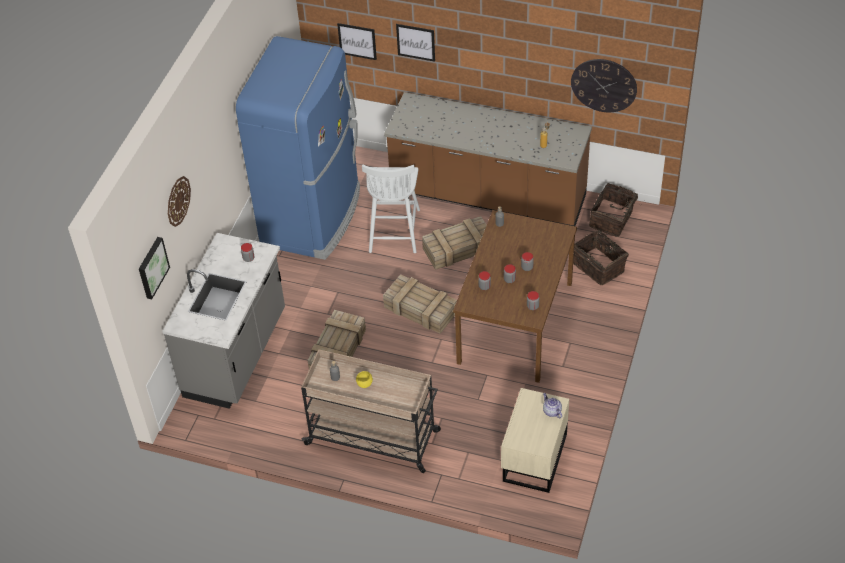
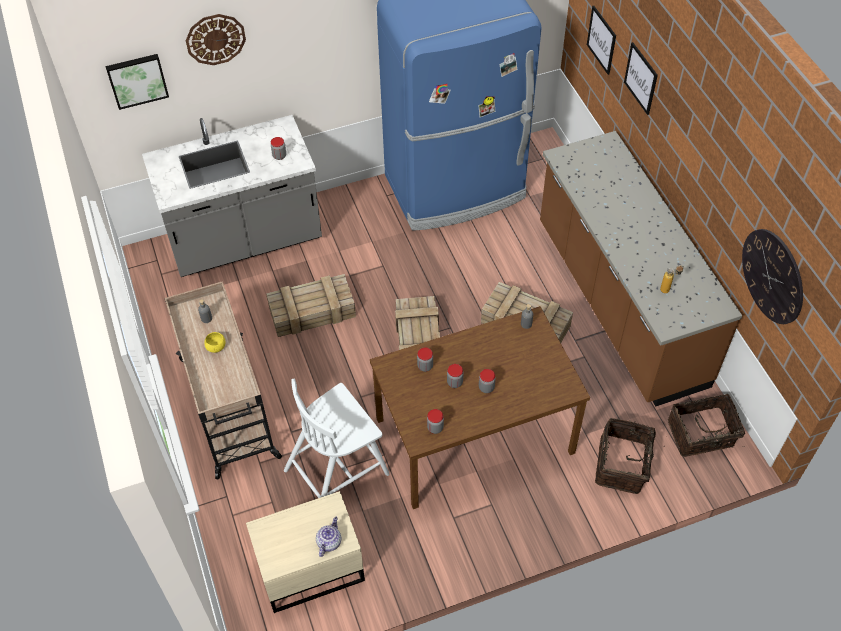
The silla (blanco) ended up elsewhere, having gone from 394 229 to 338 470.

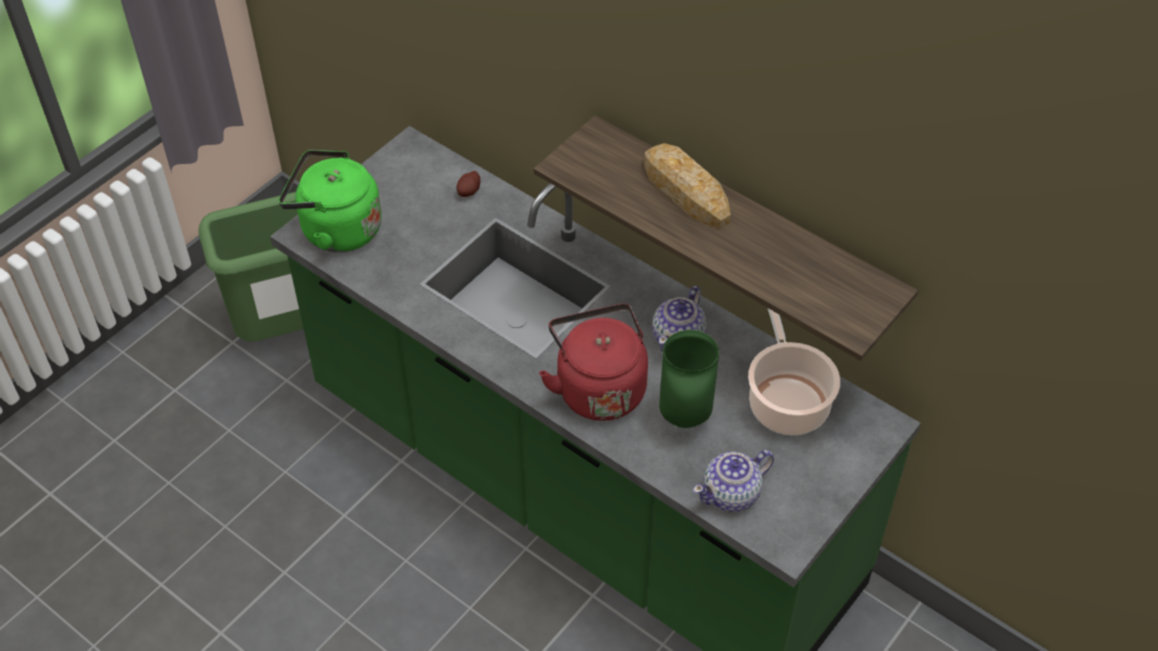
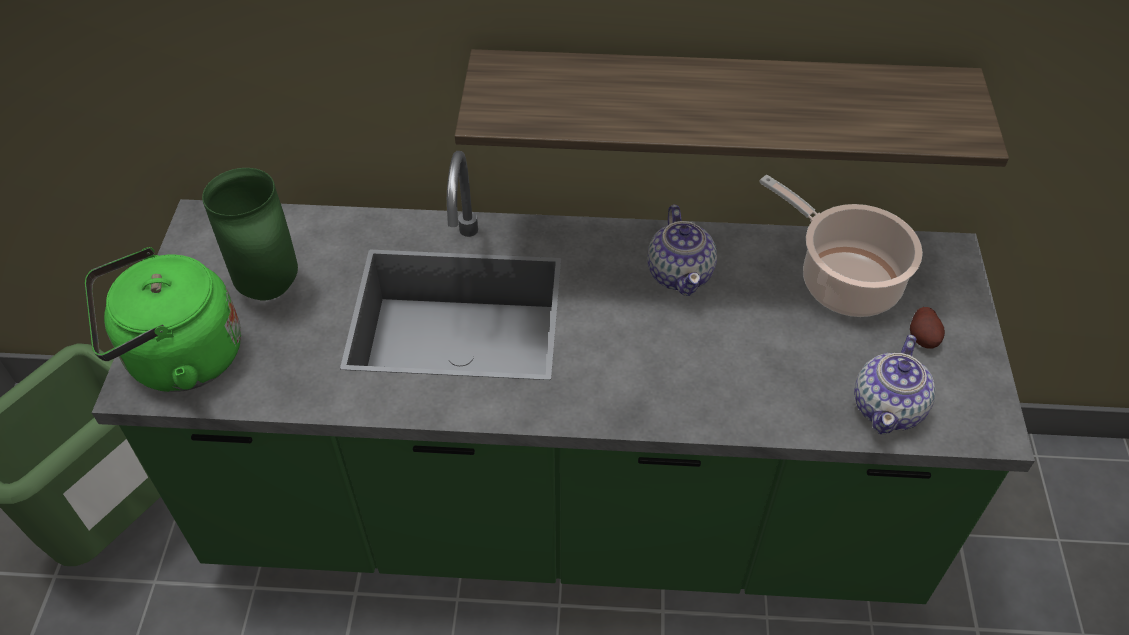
The patata ended up elsewhere, having gone from 469 191 to 923 338.
The second view lost the hervidor (rojo) at 598 387.
The second view lost the pan at 685 191.
The florero (verde) ended up elsewhere, having gone from 686 418 to 272 288.

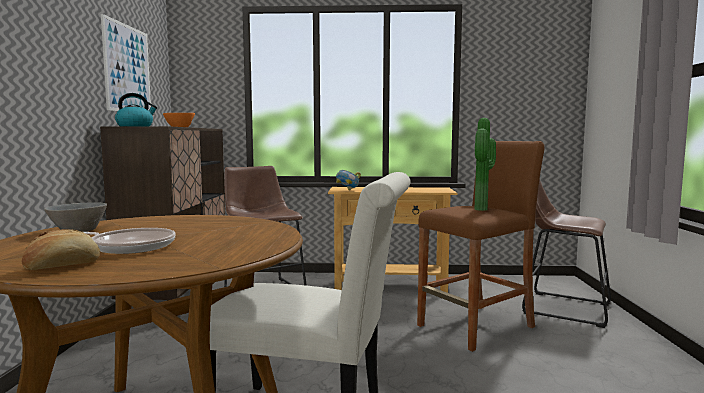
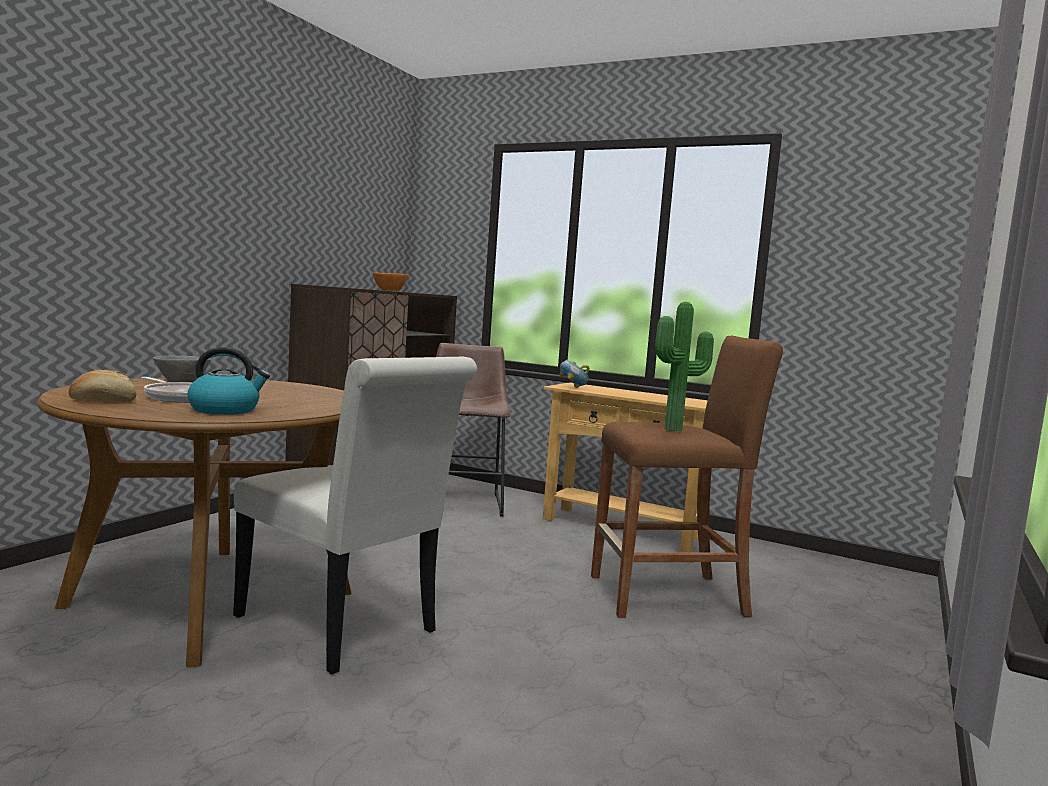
The second view lost the cuadro at 127 69.
The hervidor ended up elsewhere, having gone from 135 126 to 225 410.
The second view lost the taburete (marrón) at 560 307.

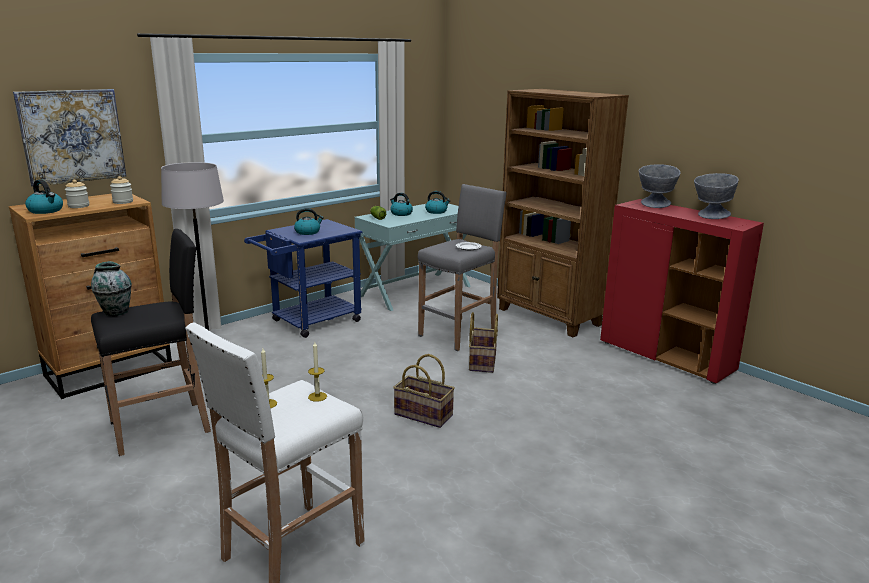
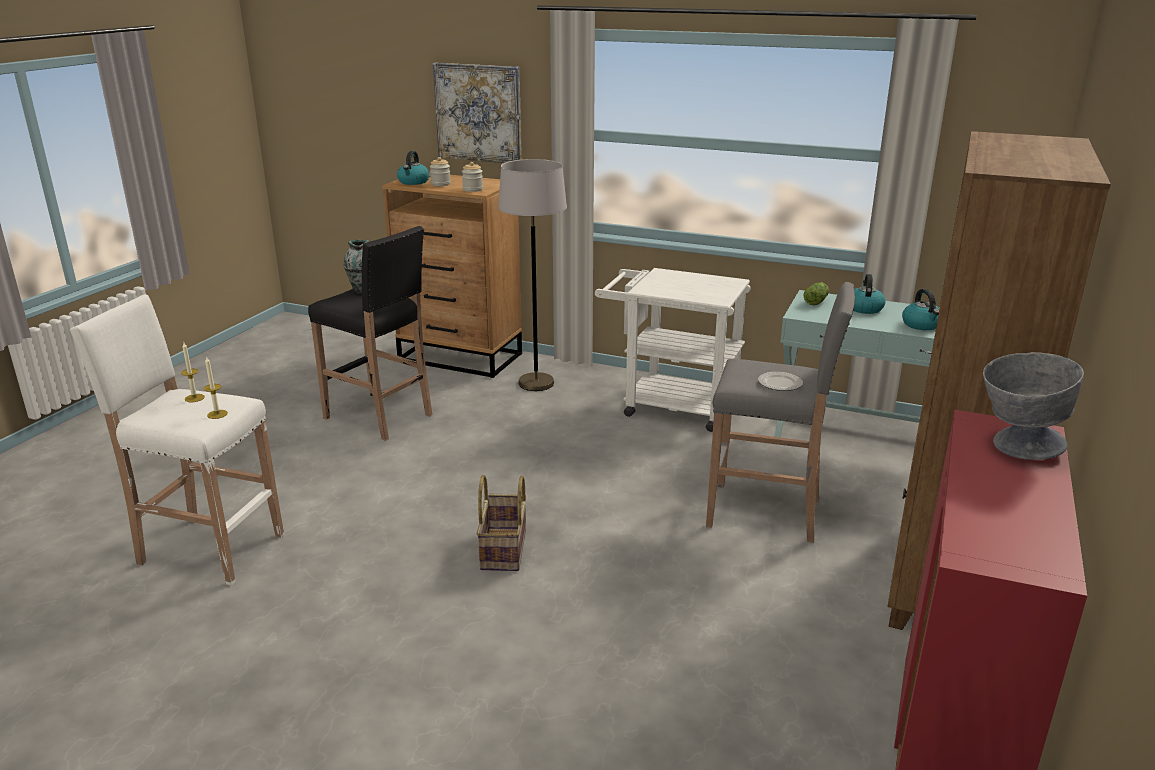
What was the carrito (azul) at 310 322 turned into the carrito (blanco) at 670 405.
The second view lost the hervidor at 308 232.
The second view lost the cesta at 481 361.
The second view lost the cuenco (gris) at 710 217.

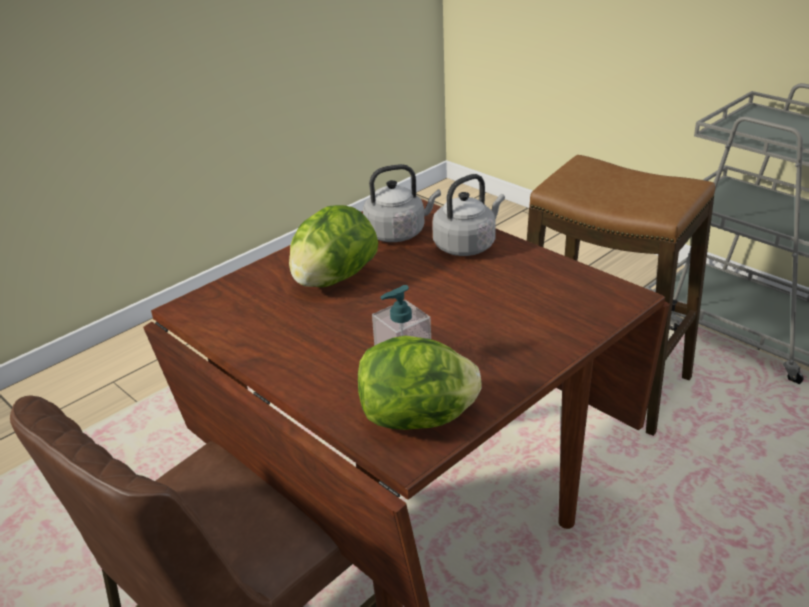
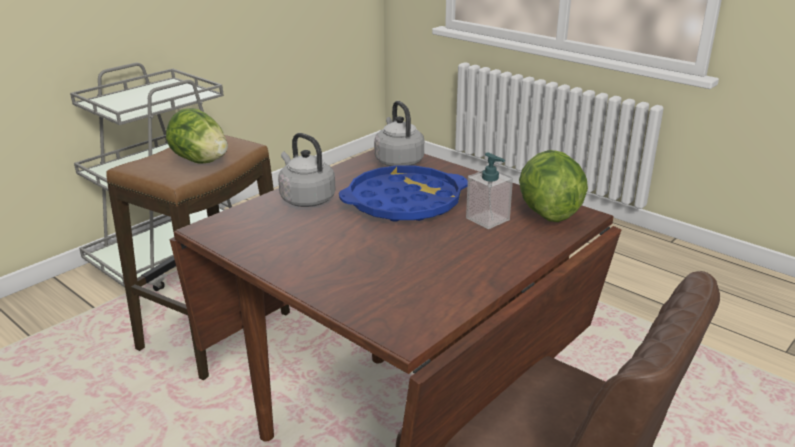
The lechuga ended up elsewhere, having gone from 334 279 to 200 161.
The hervidor (gris) ended up elsewhere, having gone from 398 233 to 398 161.
The second view gained the bandeja (azul) at 404 203.

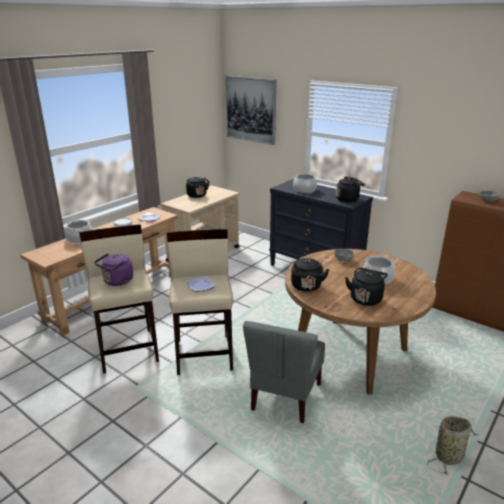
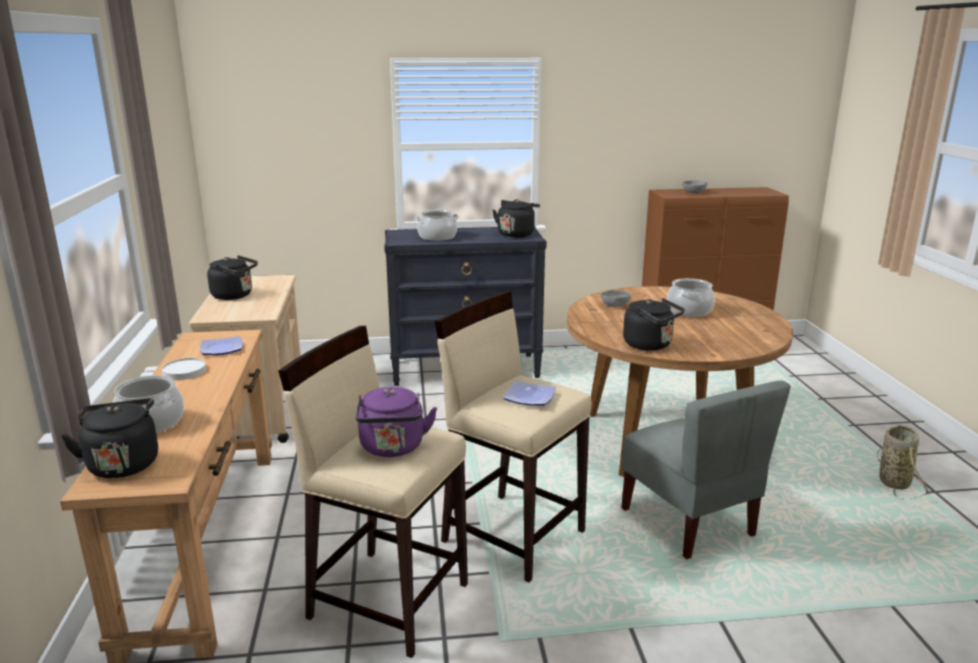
The second view lost the cuadro at 251 109.
The hervidor (negro) ended up elsewhere, having gone from 366 298 to 123 463.

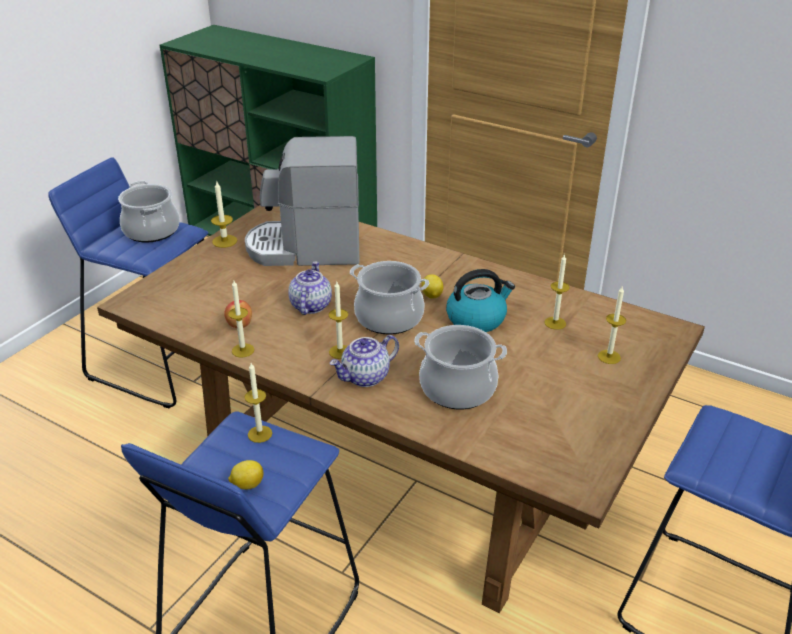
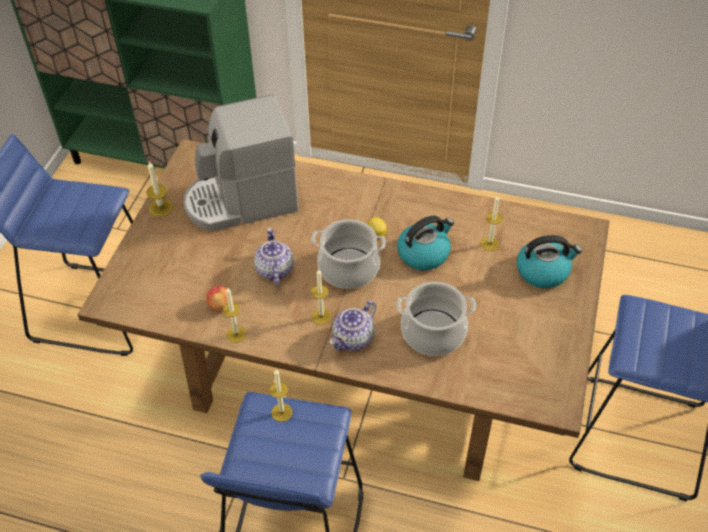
The second view lost the olla at 151 231.
The second view lost the limón at 247 484.
Where the vela stood at 609 357, the hervidor came to stand at 543 271.

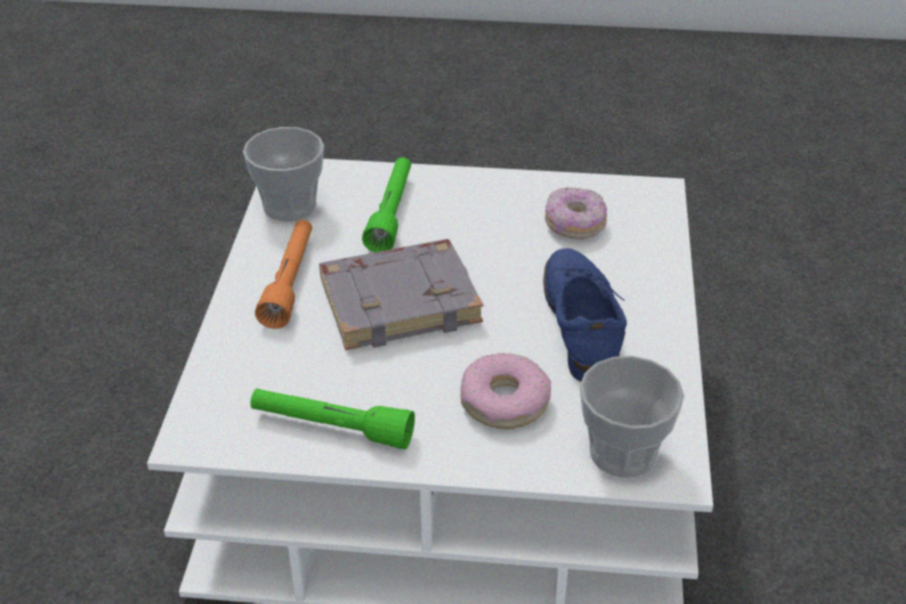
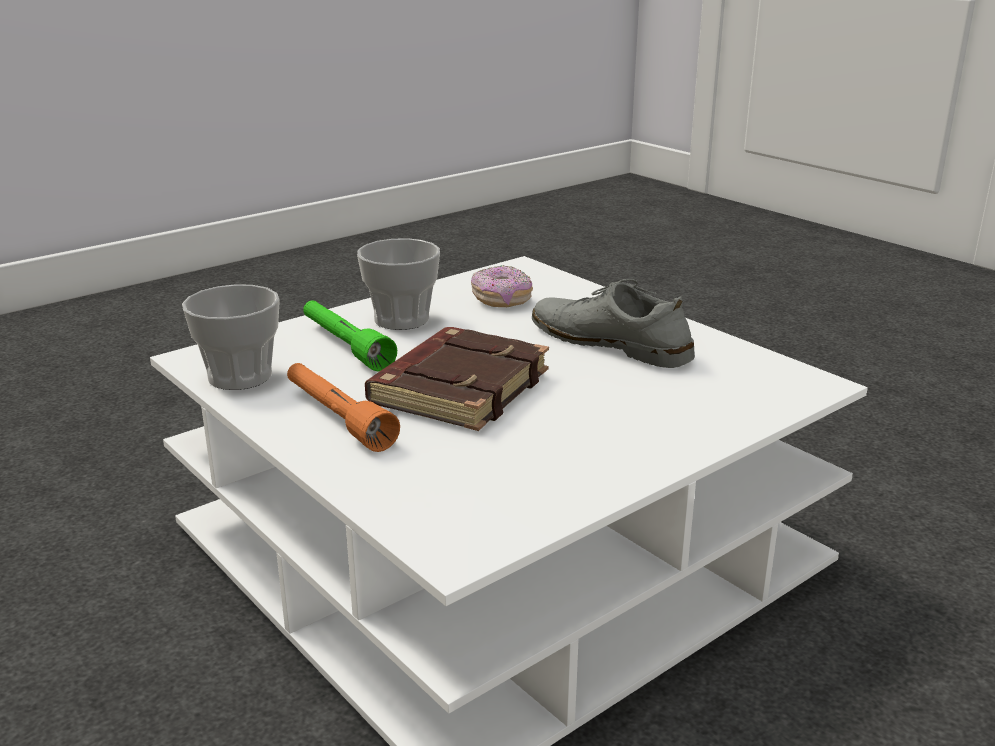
The second view lost the linterna (verde) at 332 427.
What was the libro (gris) at 400 301 turned into the libro (marrón) at 458 388.
The second view lost the rosquilla at 504 401.
What was the zapato (azul) at 581 322 turned into the zapato (gris) at 610 343.
The taza ended up elsewhere, having gone from 623 453 to 401 319.

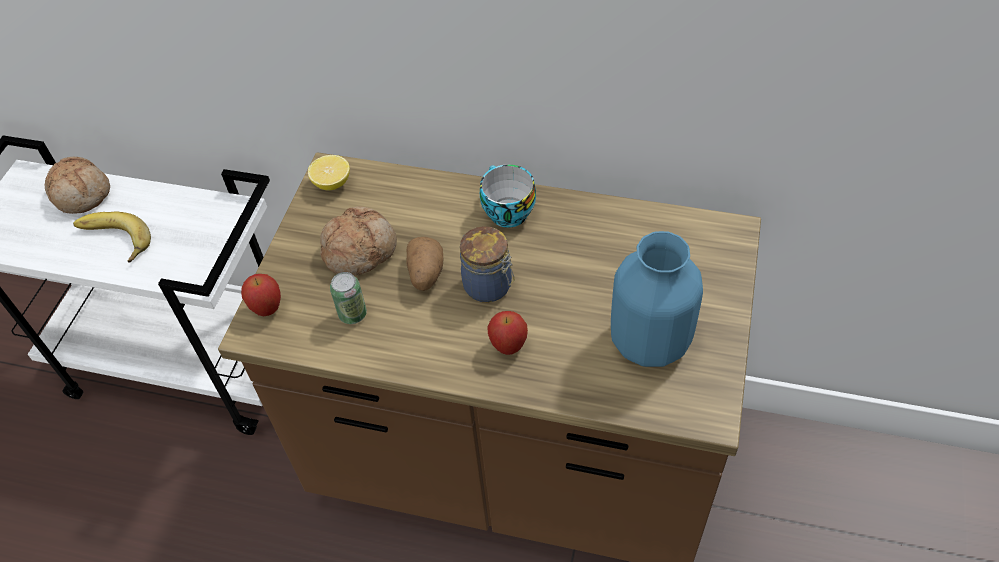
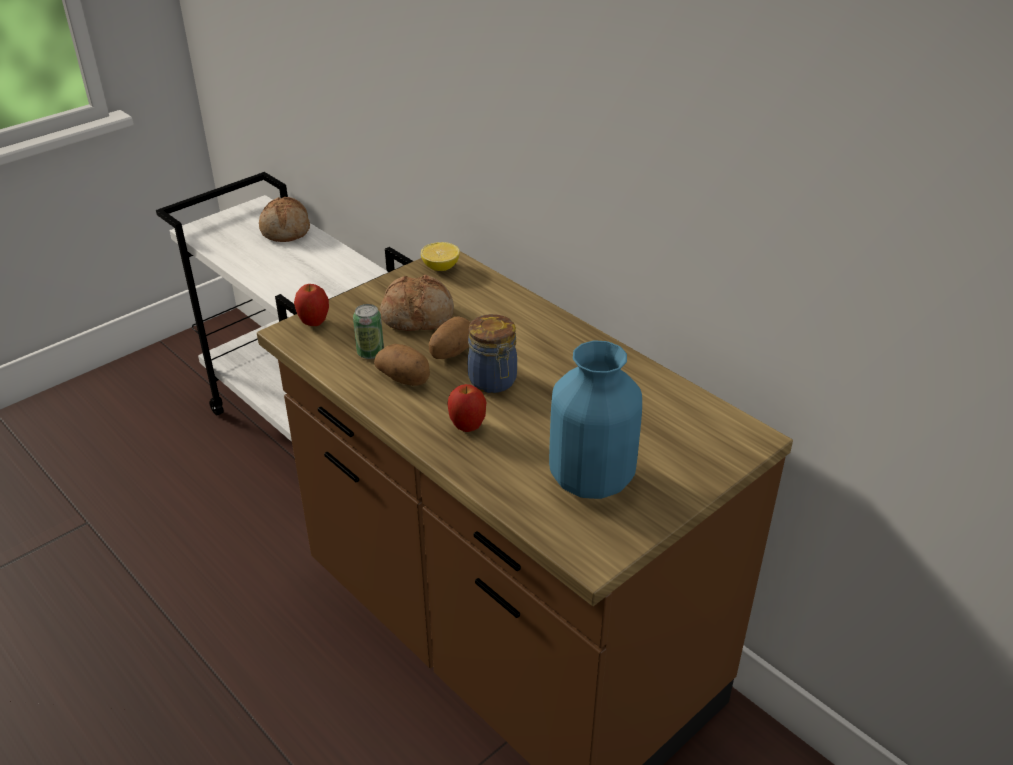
The second view lost the plátano at 112 241.
The second view lost the taza at 506 212.
The second view gained the patata at 405 379.

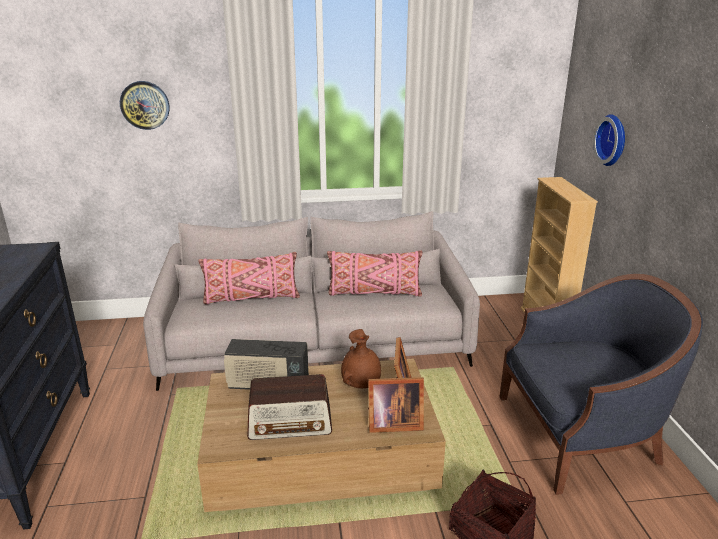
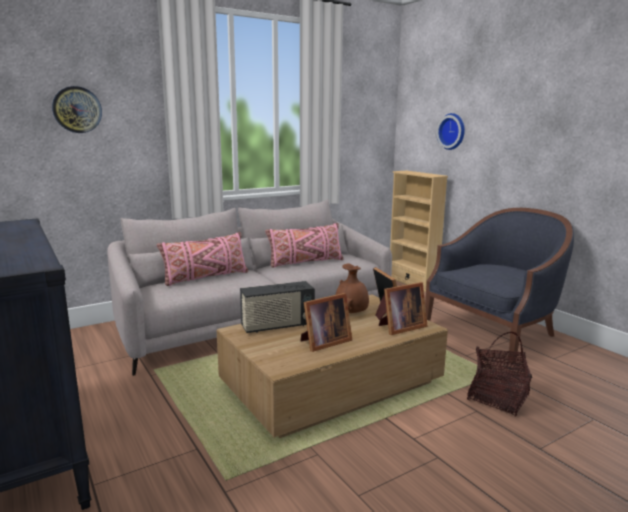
Where the radio stood at 290 423, the portarretratos came to stand at 324 342.

